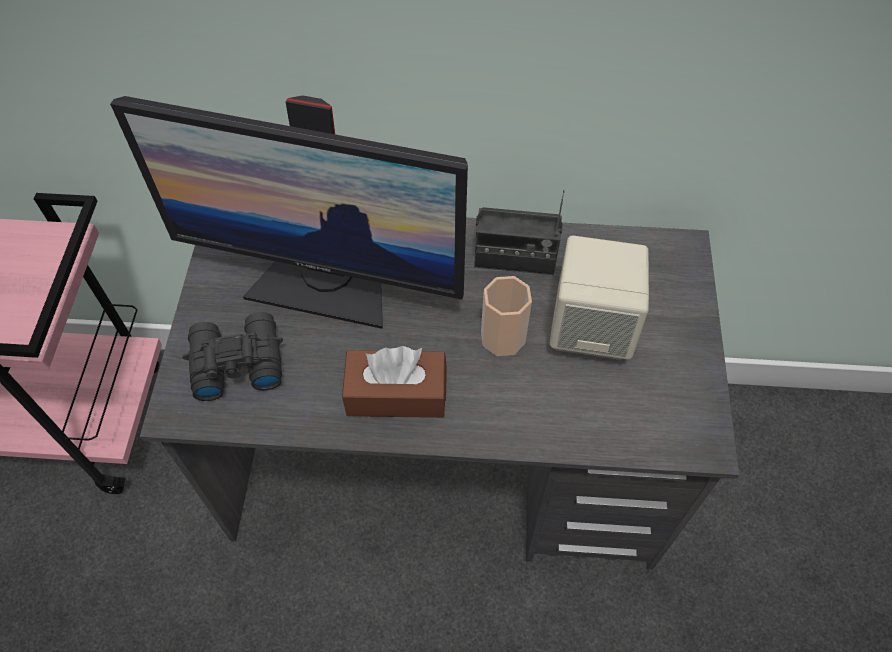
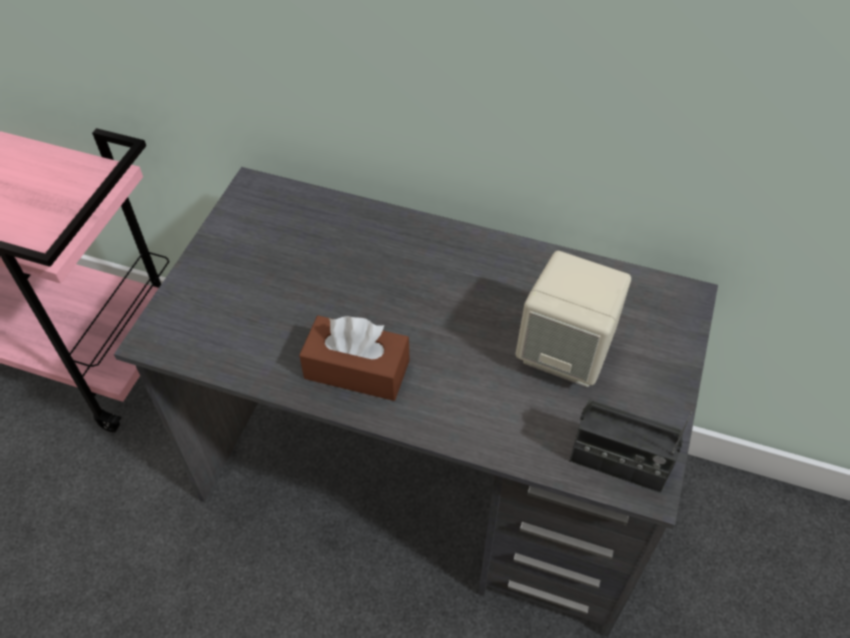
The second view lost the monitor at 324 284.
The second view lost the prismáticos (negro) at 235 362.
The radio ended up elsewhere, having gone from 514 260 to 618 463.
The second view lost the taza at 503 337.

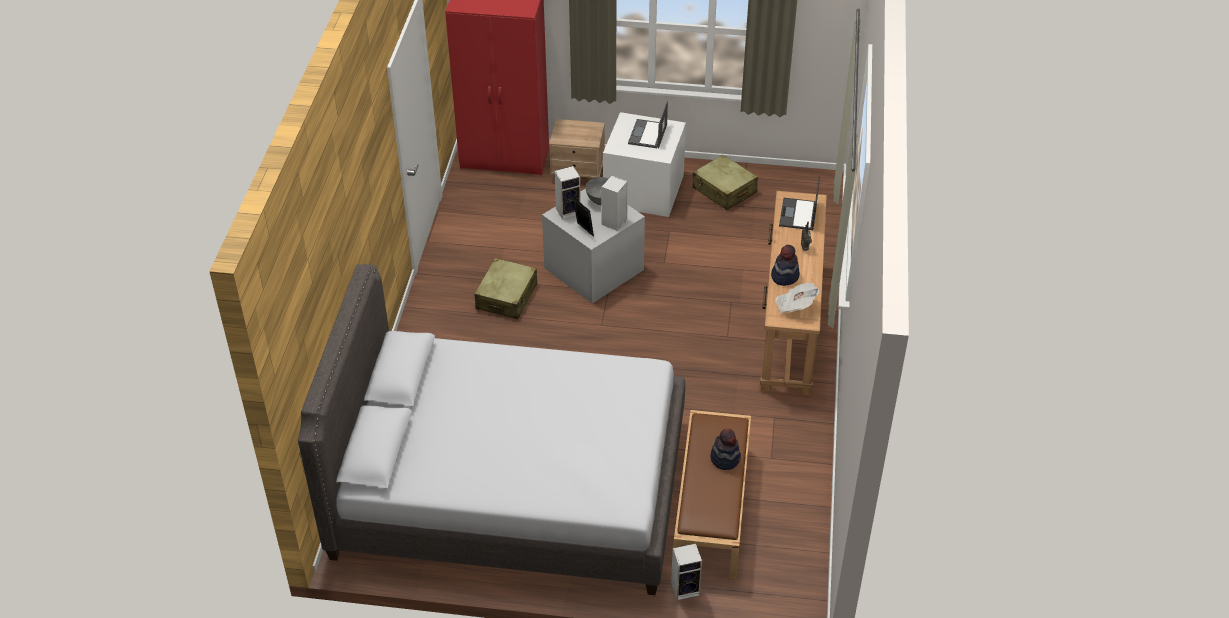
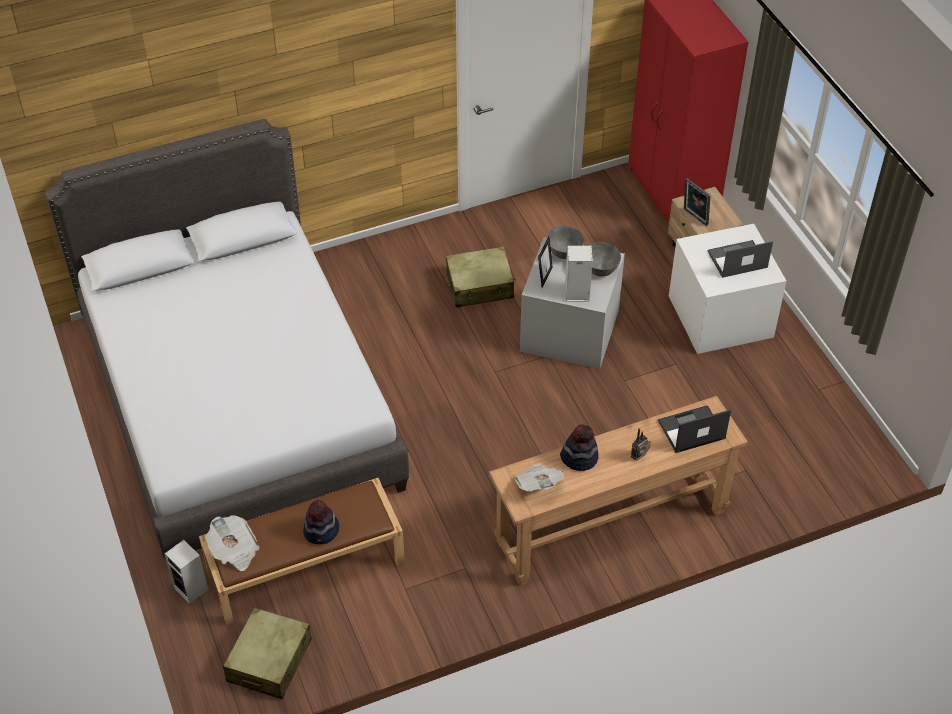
Where the altavoz stood at 569 211, the cuenco (gris) came to stand at 565 253.
The maleta (beis) ended up elsewhere, having gone from 724 190 to 269 661.
The second view gained the periódico at 234 551.
The second view gained the portarretratos at 694 218.

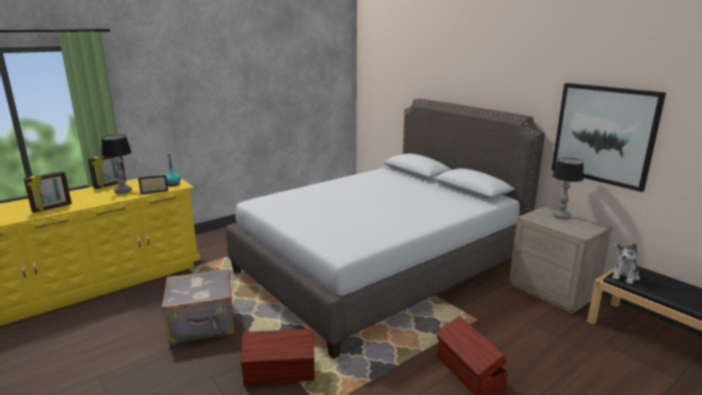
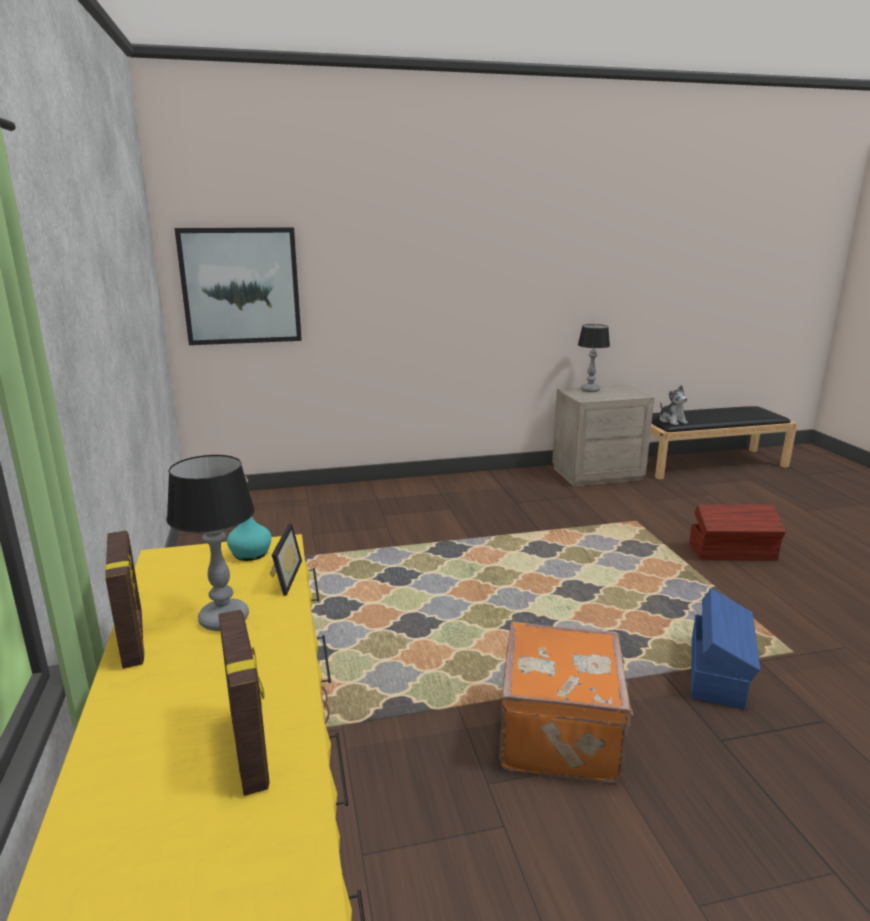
What was the maleta (gris) at 203 325 turned into the maleta (naranja) at 562 733.
The second view lost the cama (gris) at 380 267.
What was the caja de almacenaje (marrón) at 280 373 turned into the caja de almacenaje (azul) at 718 671.
The cuadro ended up elsewhere, having gone from 603 134 to 241 286.

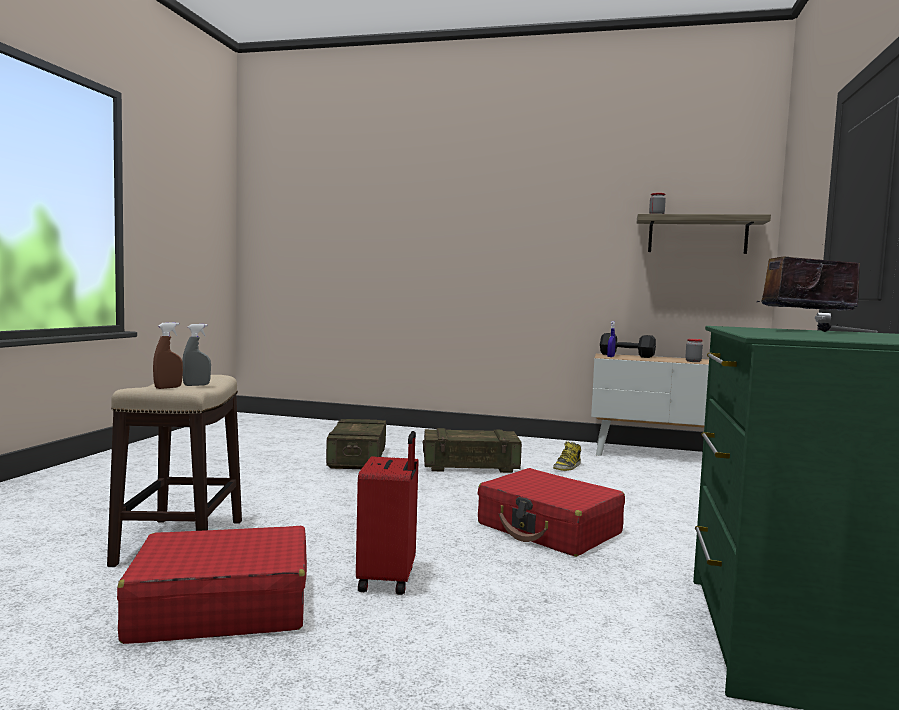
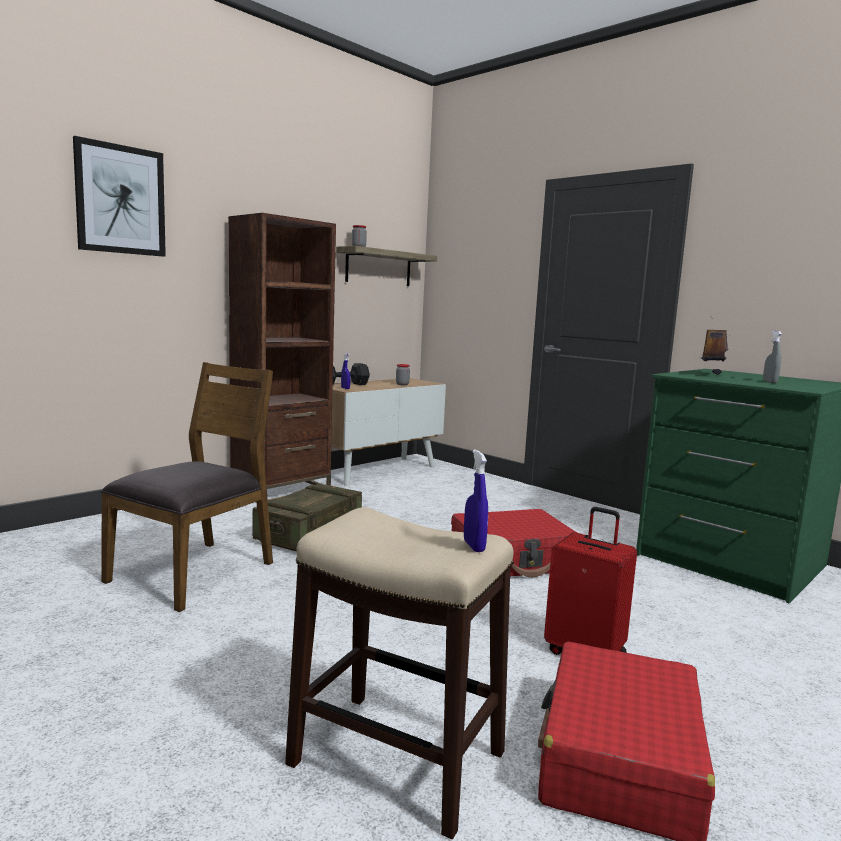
What was the pulverizador (marrón) at 168 387 turned into the pulverizador (azul) at 474 546.
The pulverizador (gris) ended up elsewhere, having gone from 196 385 to 770 382.
Where the caja de embalaje stood at 357 458, the silla (marrón) came to stand at 194 572.
The second view lost the bota at 567 467.
The second view gained the cuadro at 120 200.
The second view gained the estantería (marrón) at 281 490.

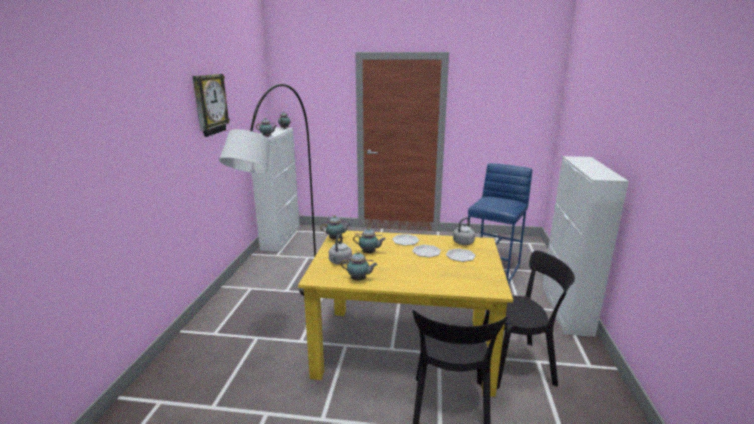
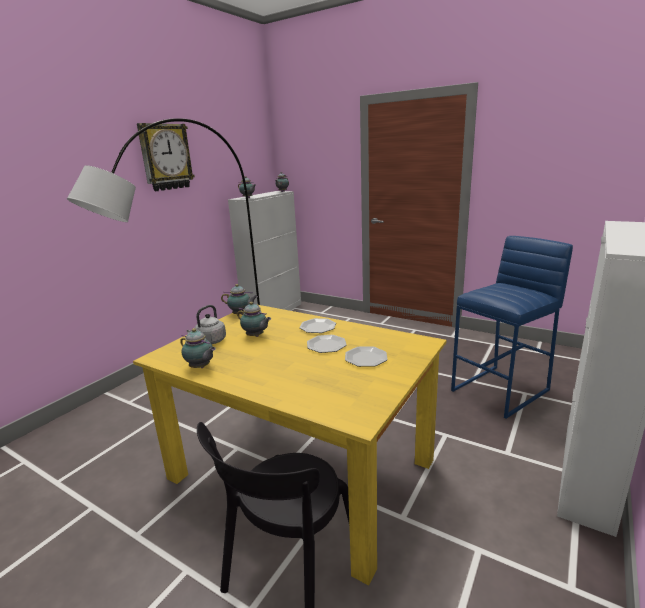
The second view lost the hervidor (gris) at 462 243.
The second view lost the silla (negro) at 518 364.

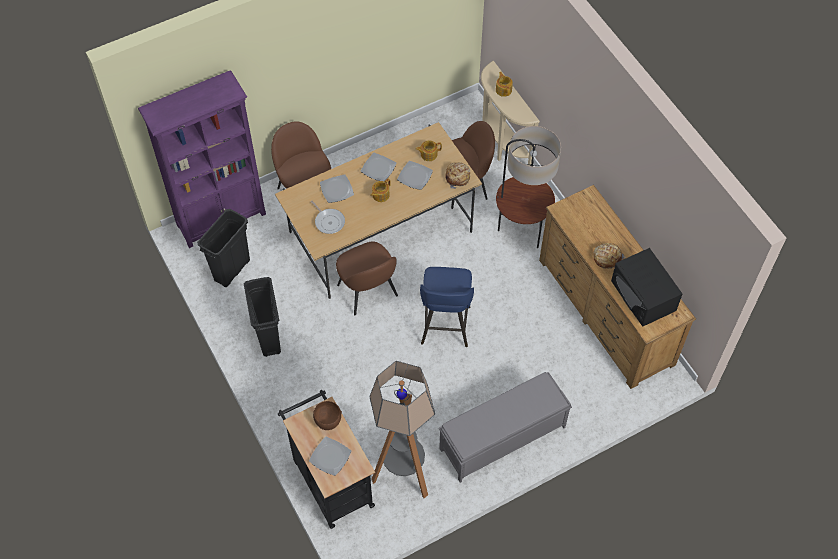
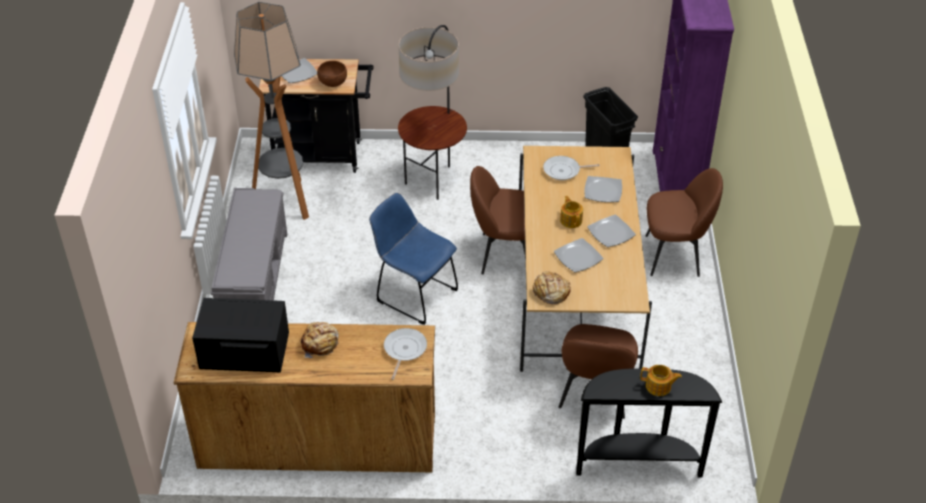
The second view lost the papelera (negro) at 269 337.
The second view lost the tetera at 428 154.
Where the taburete (azul) stood at 445 327, the silla (azul) came to stand at 413 294.
What was the mesa consola (beis) at 500 145 turned into the mesa consola (negro) at 637 462.
The lámpara de pie ended up elsewhere, having gone from 521 232 to 433 180.
The second view gained the sartén at 404 350.

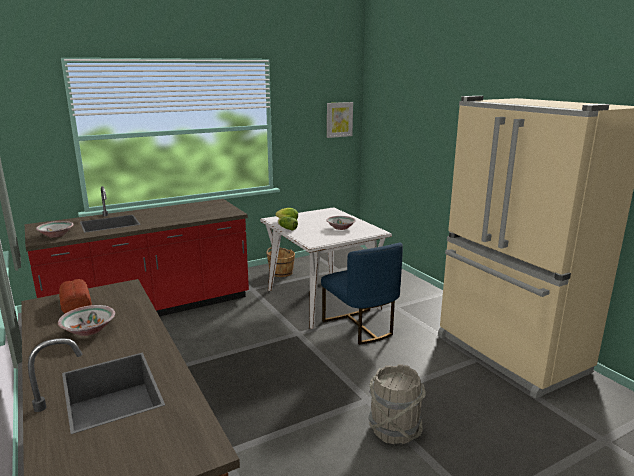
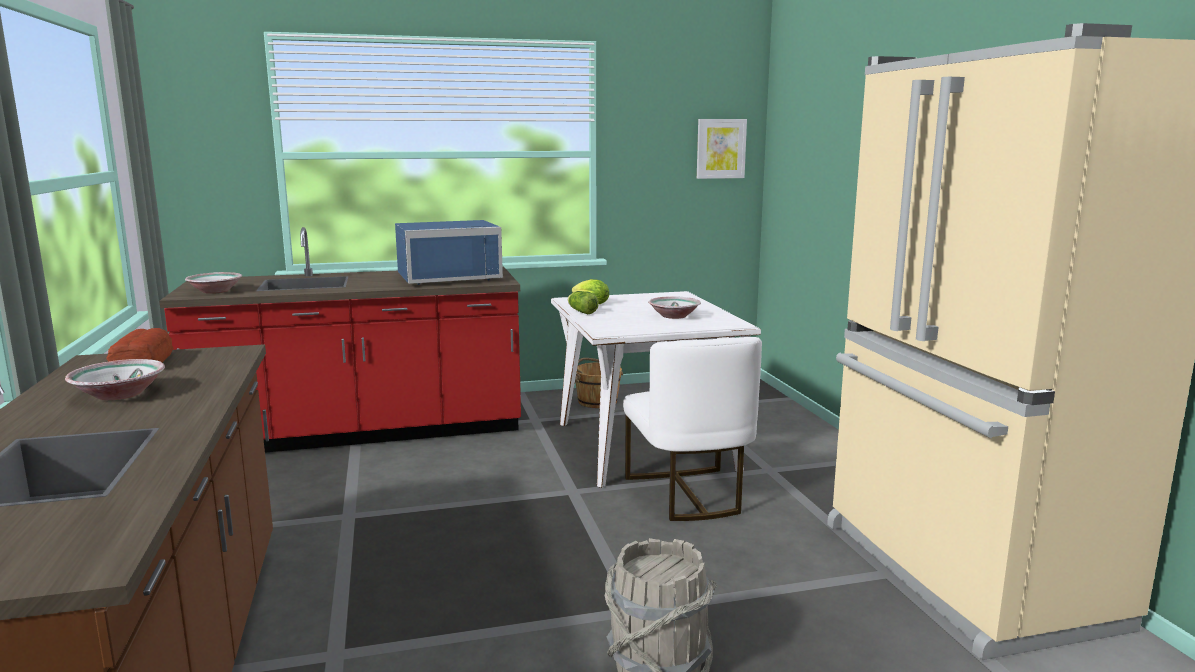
What was the silla (azul) at 360 327 turned into the silla (blanco) at 687 494.
The second view gained the microondas (azul) at 448 277.

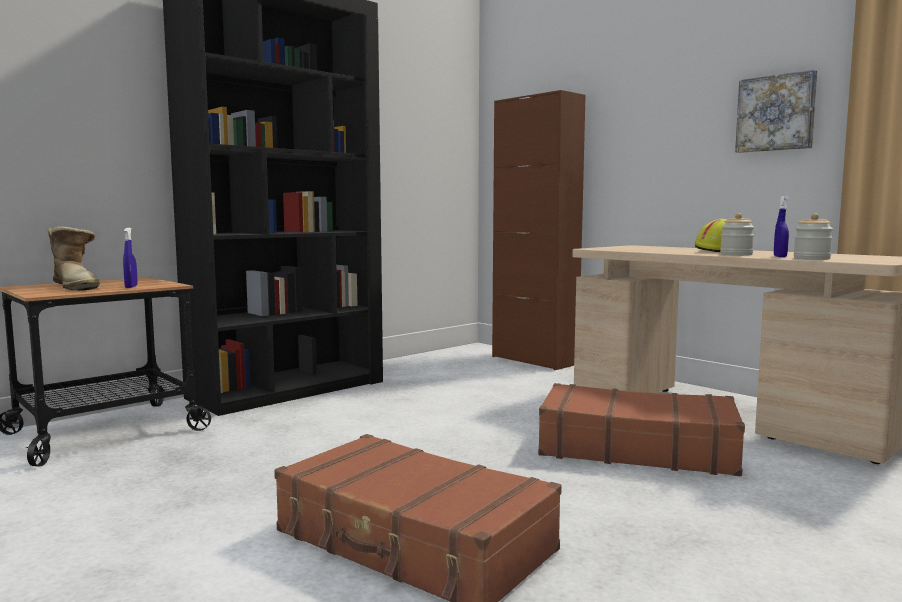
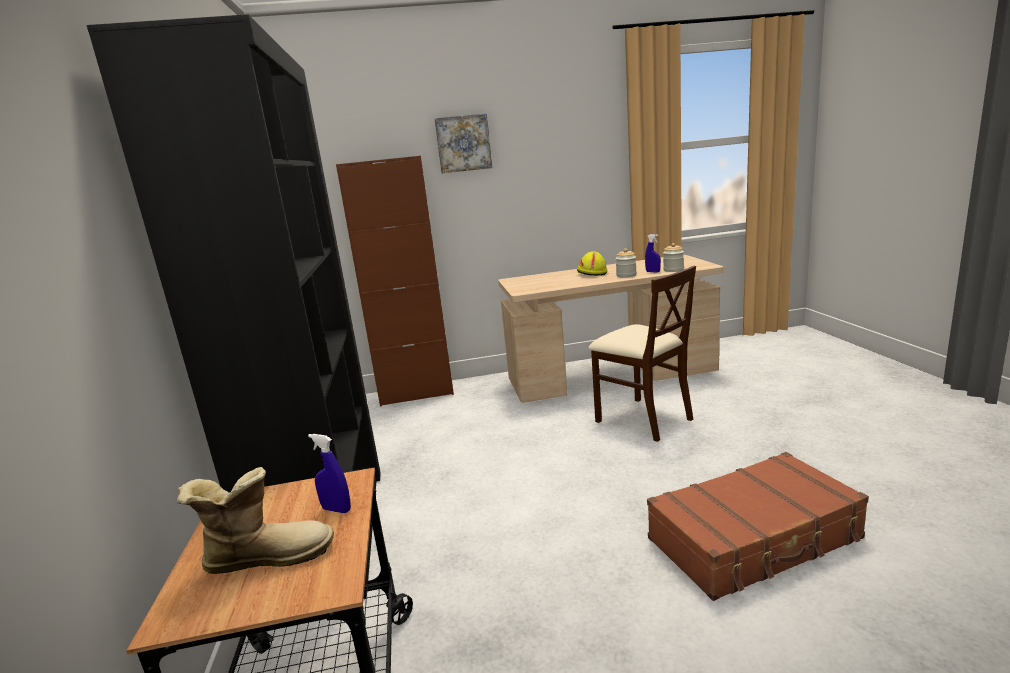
Where the maleta (marrón) stood at 636 448, the silla (beis) came to stand at 643 419.
The cuadro ended up elsewhere, having gone from 776 113 to 463 143.

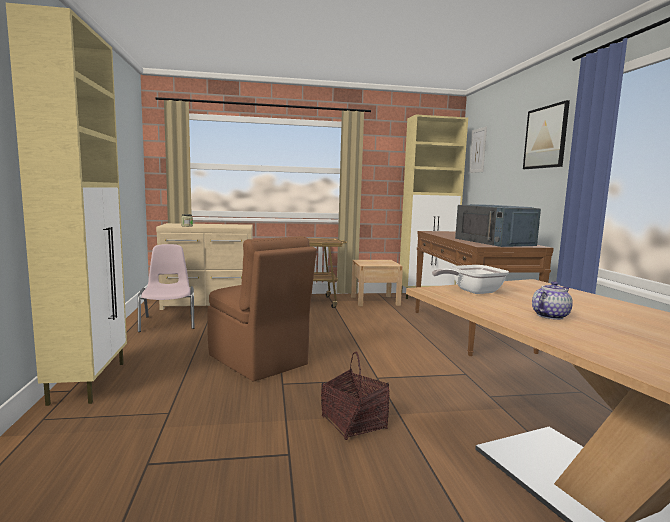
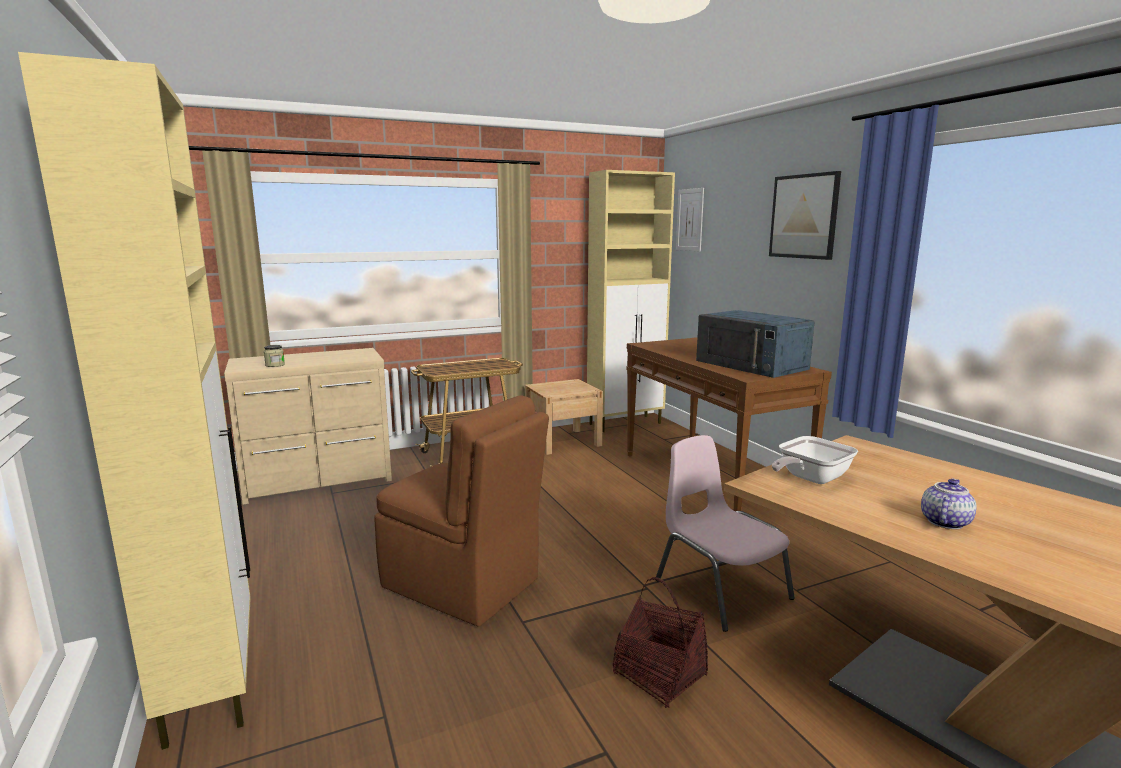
The silla (rosa) ended up elsewhere, having gone from 168 322 to 720 589.

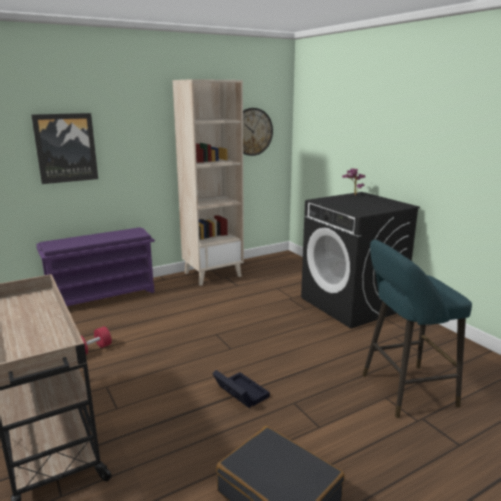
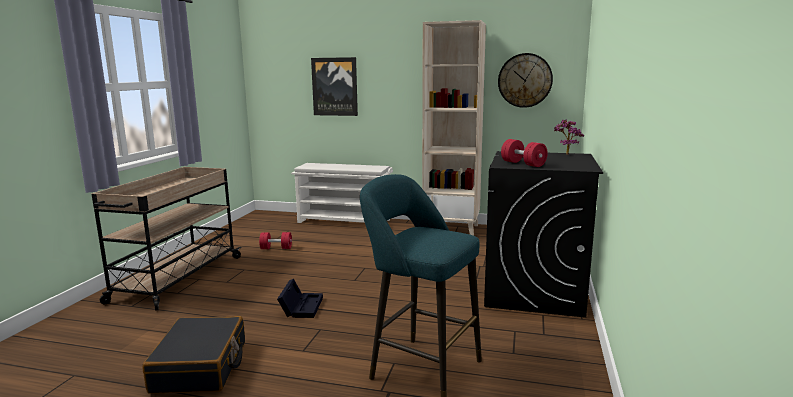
What was the zapatero (morado) at 103 296 turned into the zapatero (blanco) at 345 221.
The second view gained the mancuerna (rojo) at 523 164.

